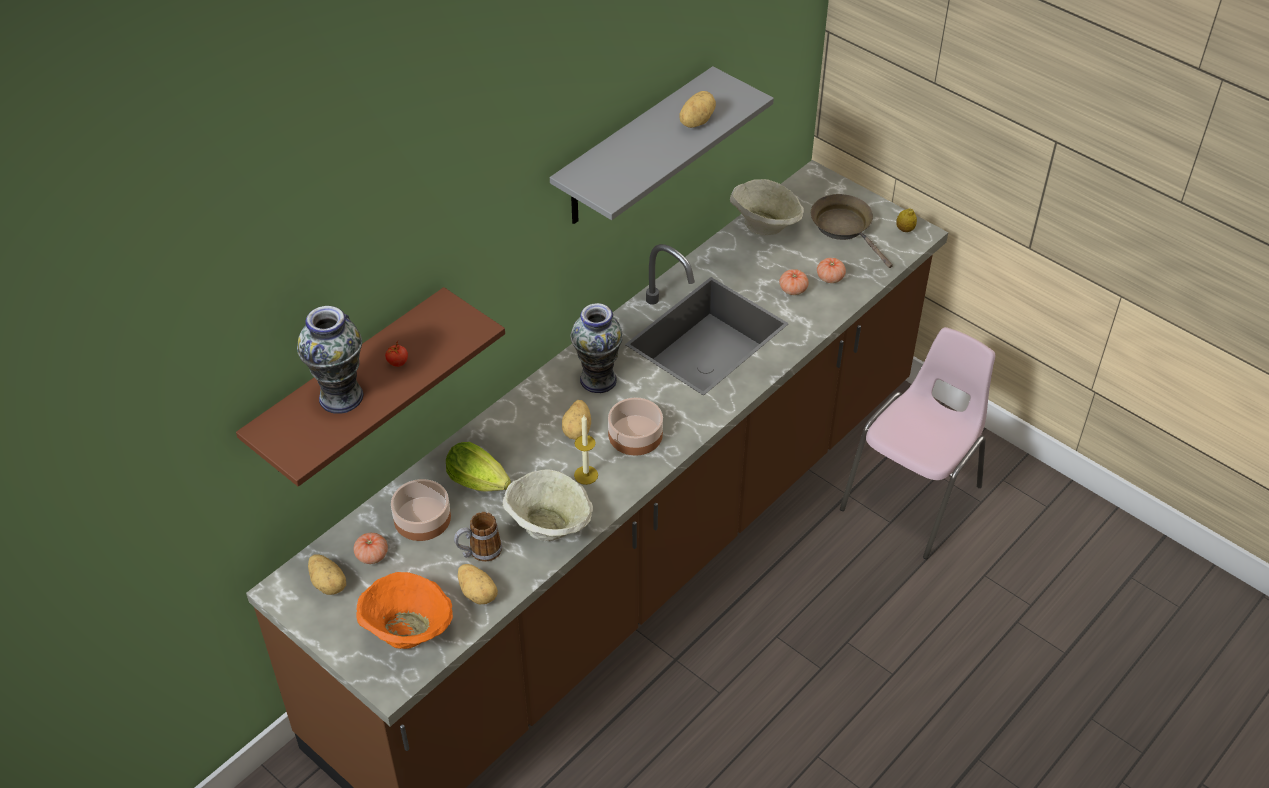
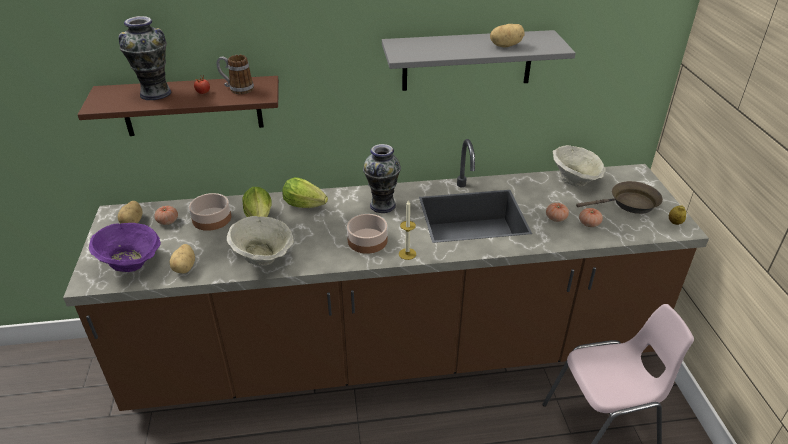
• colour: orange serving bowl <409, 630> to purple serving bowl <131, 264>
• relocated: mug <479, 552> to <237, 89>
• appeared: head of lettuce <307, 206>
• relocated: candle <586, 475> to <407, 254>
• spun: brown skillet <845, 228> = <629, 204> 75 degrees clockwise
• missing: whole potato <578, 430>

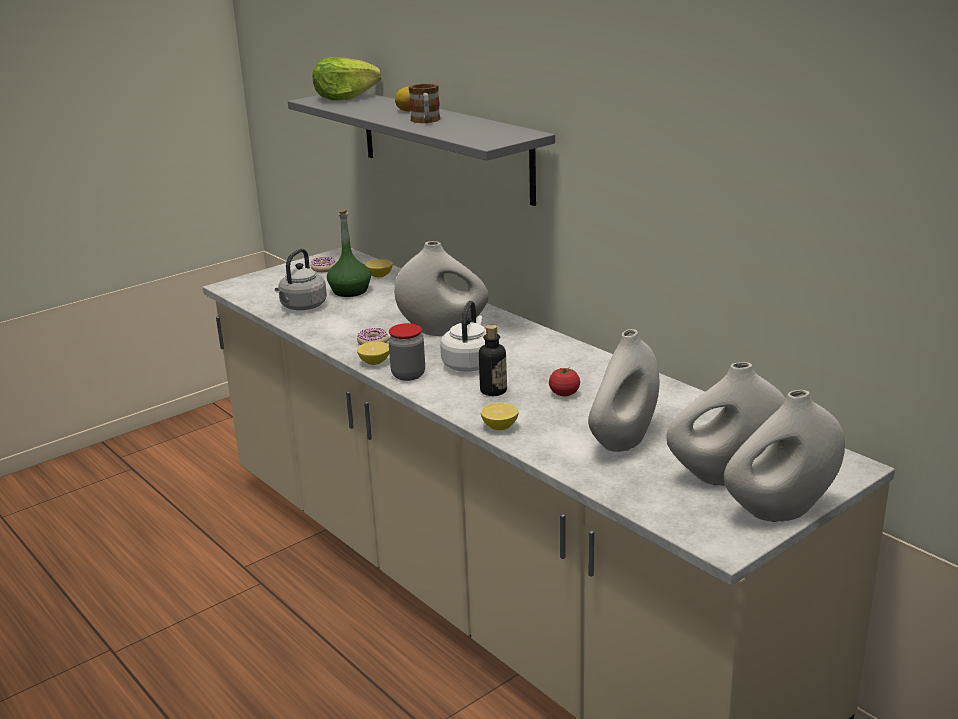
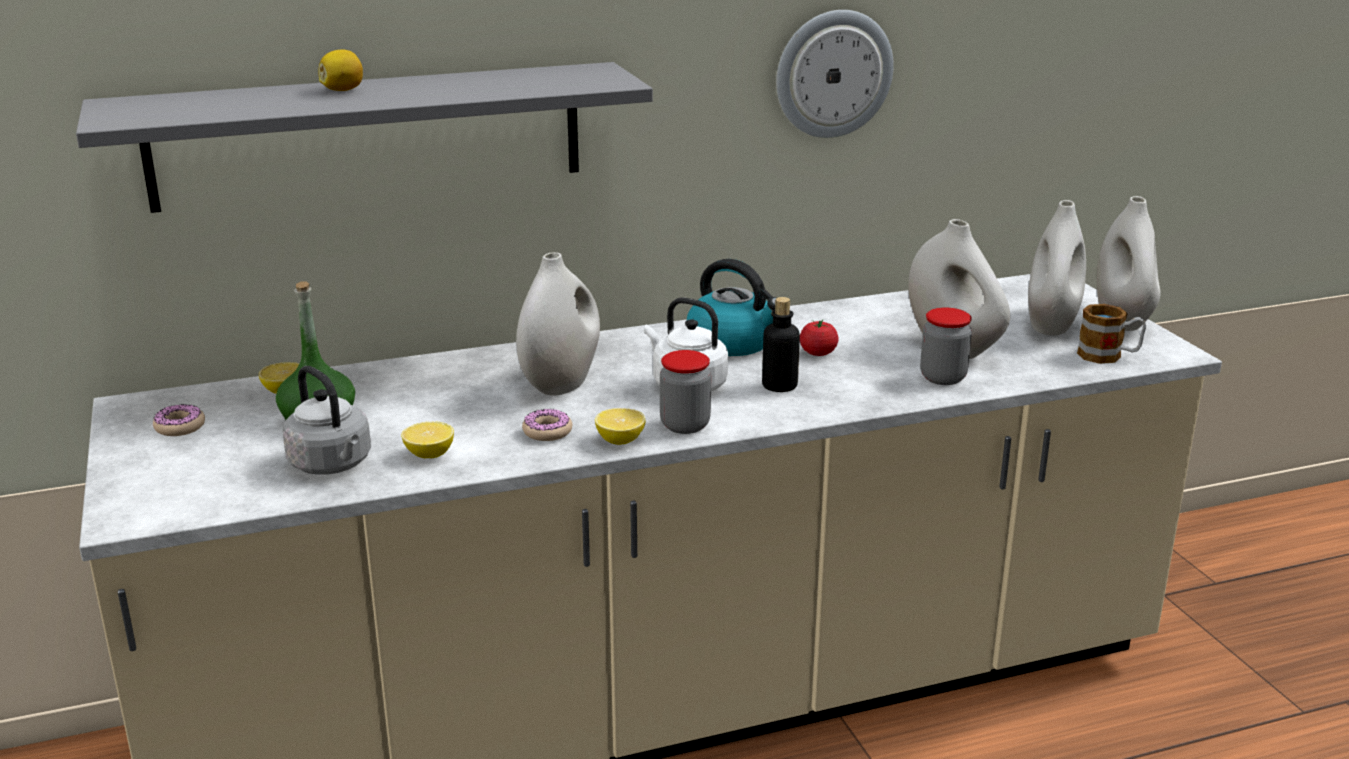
• relocated: whole lemon <499, 427> to <429, 454>
• appeared: kettle <733, 342>
• appeared: hanging clock <833, 74>
• appeared: jar <943, 378>
• relocated: mug <426, 121> to <1108, 356>
• missing: head of lettuce <345, 98>

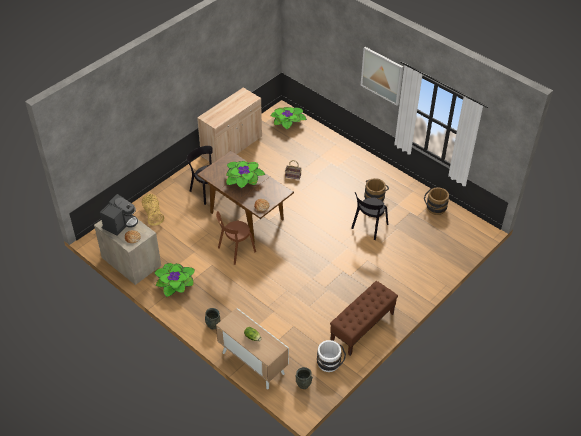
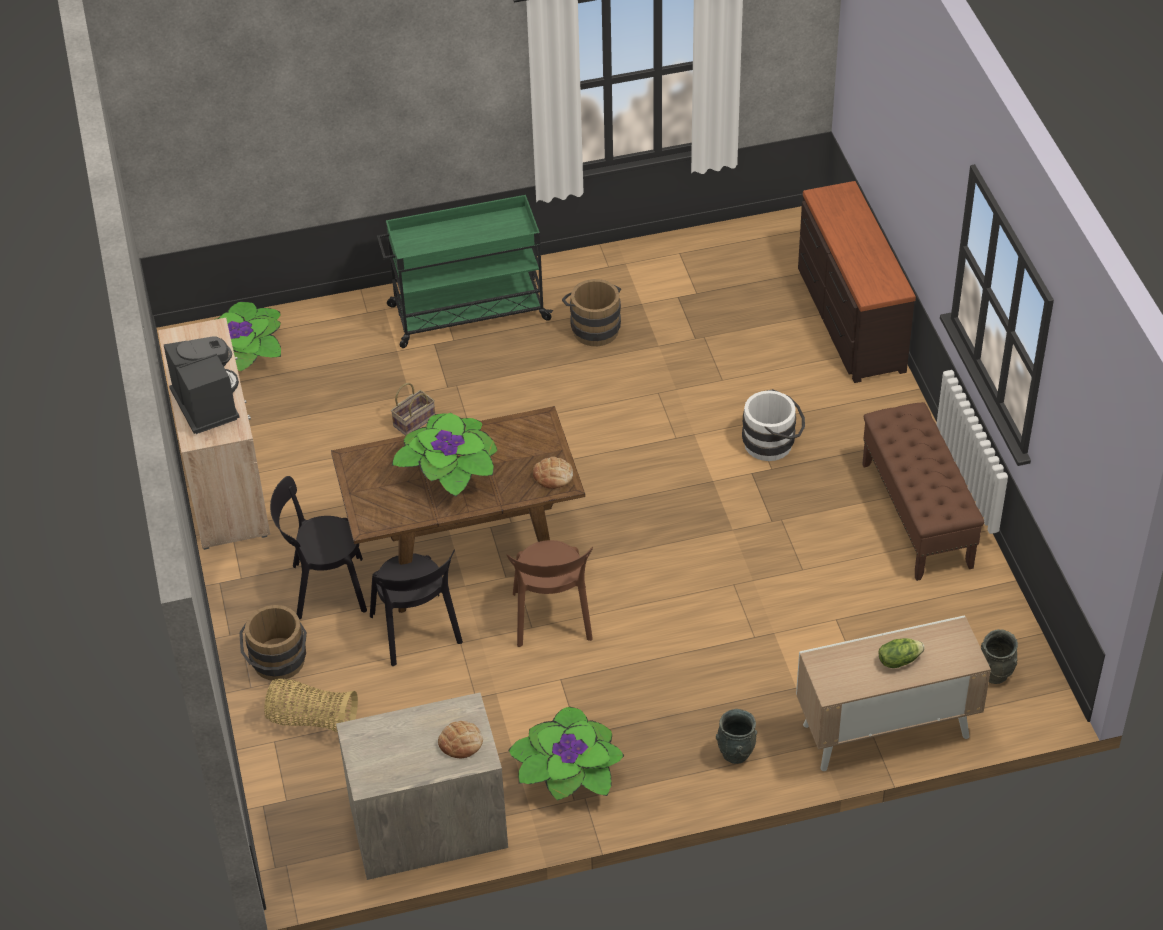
• relocated: coffee machine <120, 224> to <207, 403>
• relocated: brown water bucket <434, 209> to <278, 665>
• relocated: black upright chair <368, 227> to <417, 632>
• appeared: green-coloured cart <467, 313>
• relocated: whitish water bucket <330, 364> to <773, 443>
• appeared: brown drawer chest <849, 319>
• missing: wall art <382, 75>

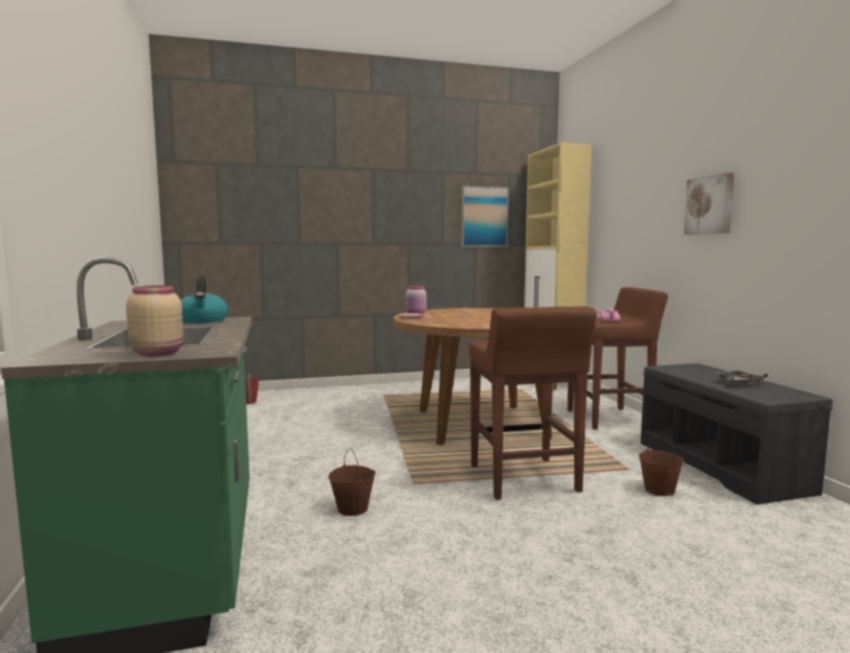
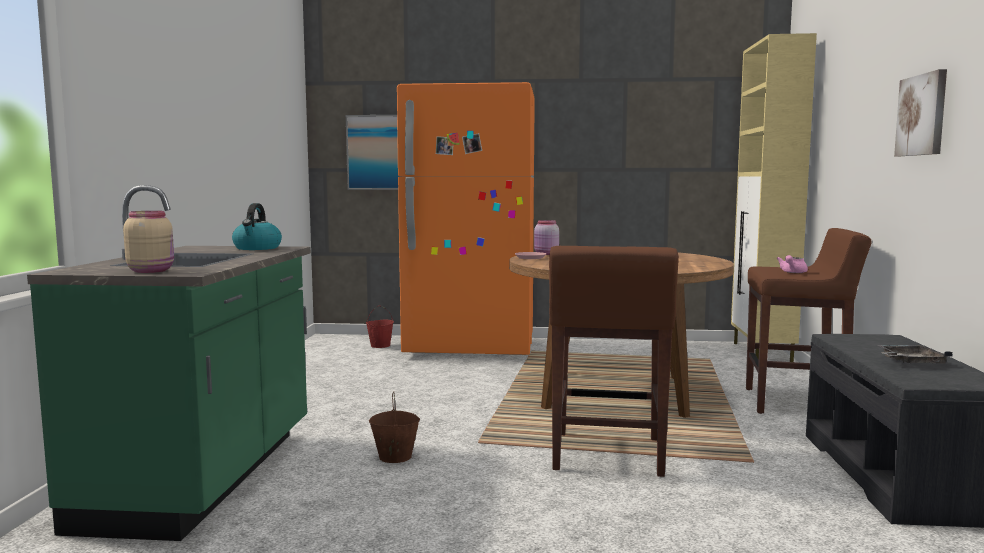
• relocated: wall art <484, 216> to <377, 152>
• appeared: orange fridge <471, 348>
• missing: brown water bucket <659, 490>

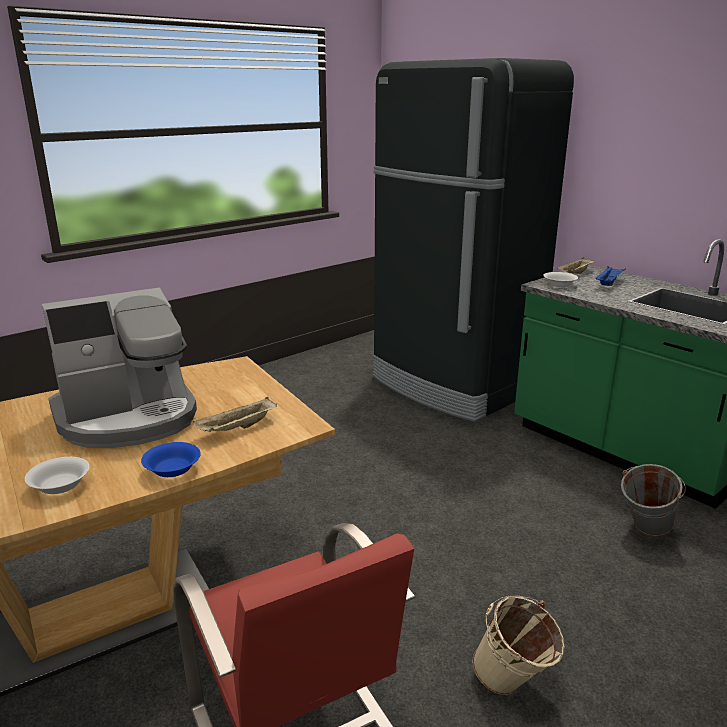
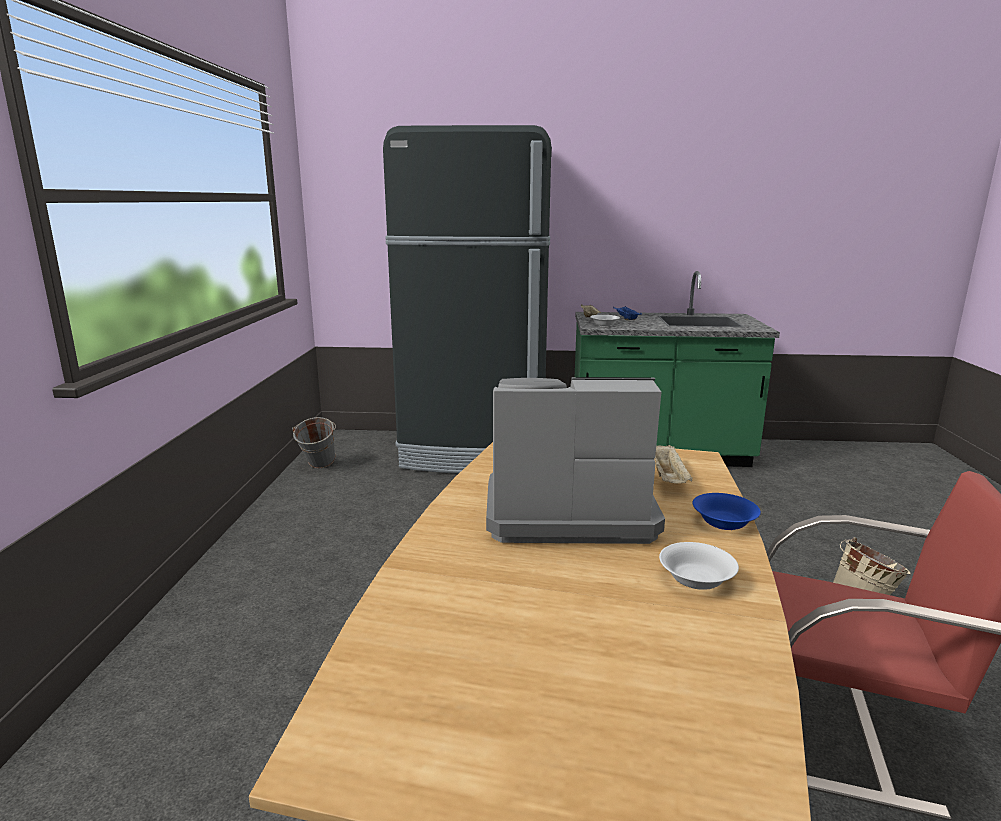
• relocated: gray water bucket <644, 531> to <318, 467>
• spun: coffee machine <128, 417> = <566, 511> 105 degrees counterclockwise

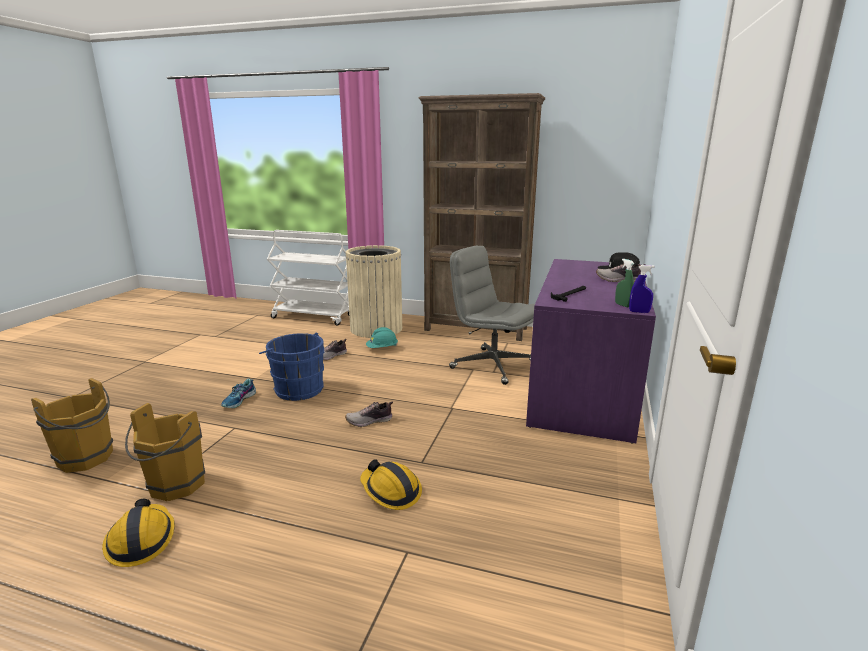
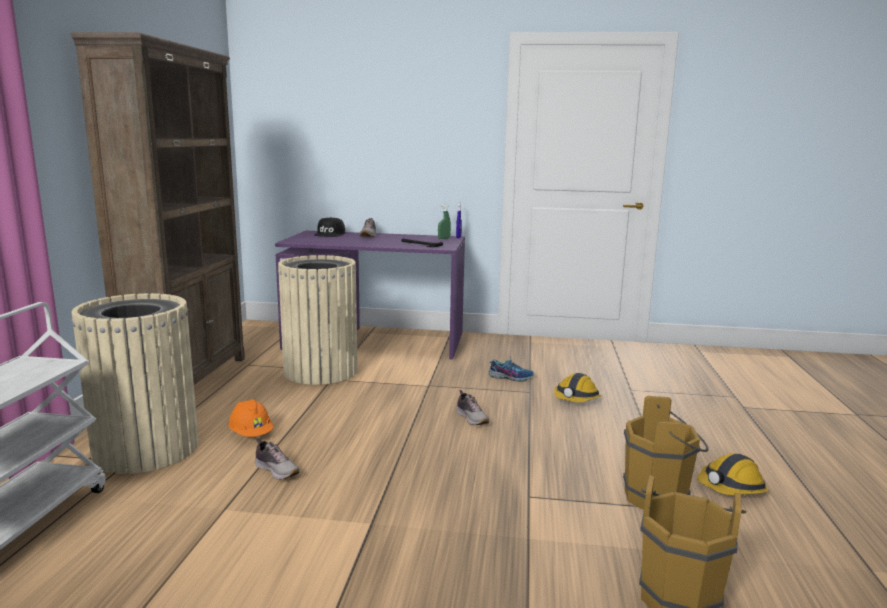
• colour: turquoise-coloured work helmet <382, 348> to orange work helmet <251, 434>
• exchanged: gray computer chair <492, 365> to sand-coloured rubbish bin <320, 371>
• relocated: item of footwear <239, 400> to <511, 377>
• missing: blue-coloured water bucket <297, 389>

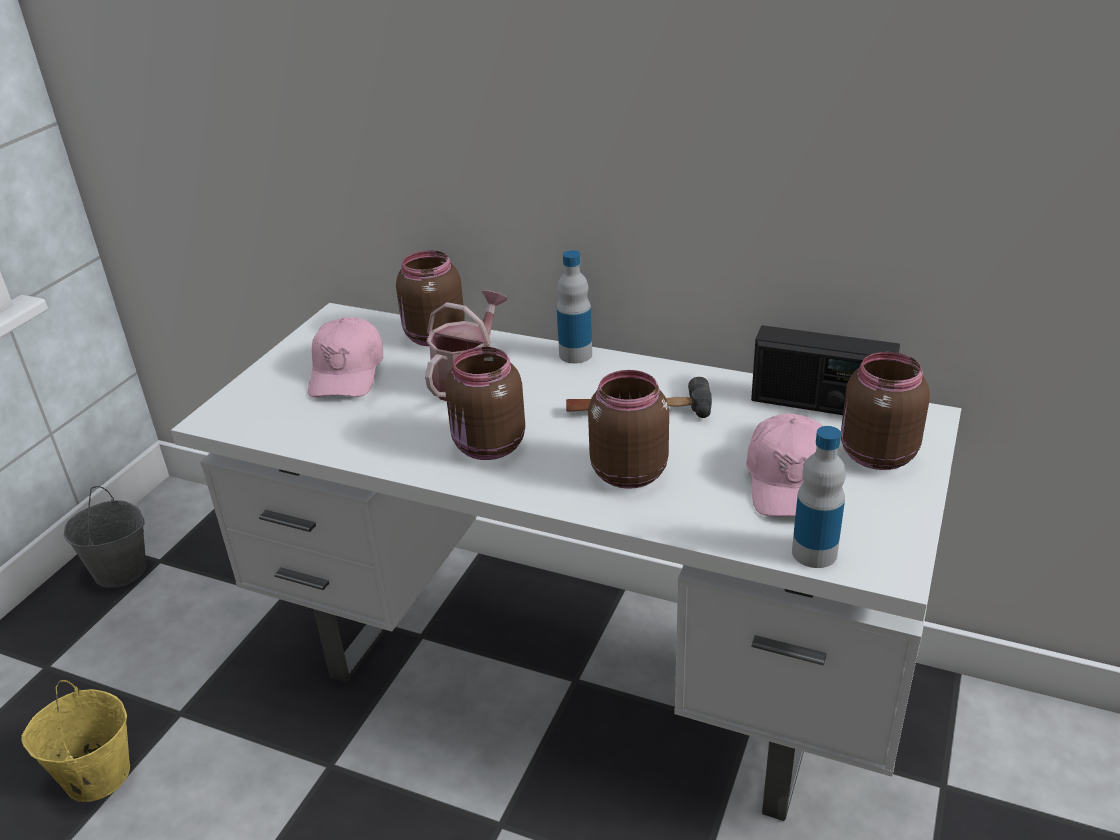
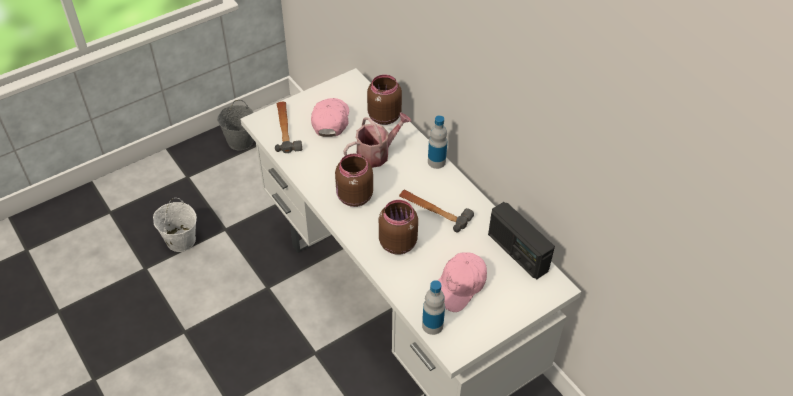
• colour: yellow water bucket <96, 776> to whitish water bucket <180, 240>
• appeared: hand hammer <286, 129>
• spun: pink baseball cap <347, 372> = <330, 120> 150 degrees clockwise
• missing: brown jar <875, 455>

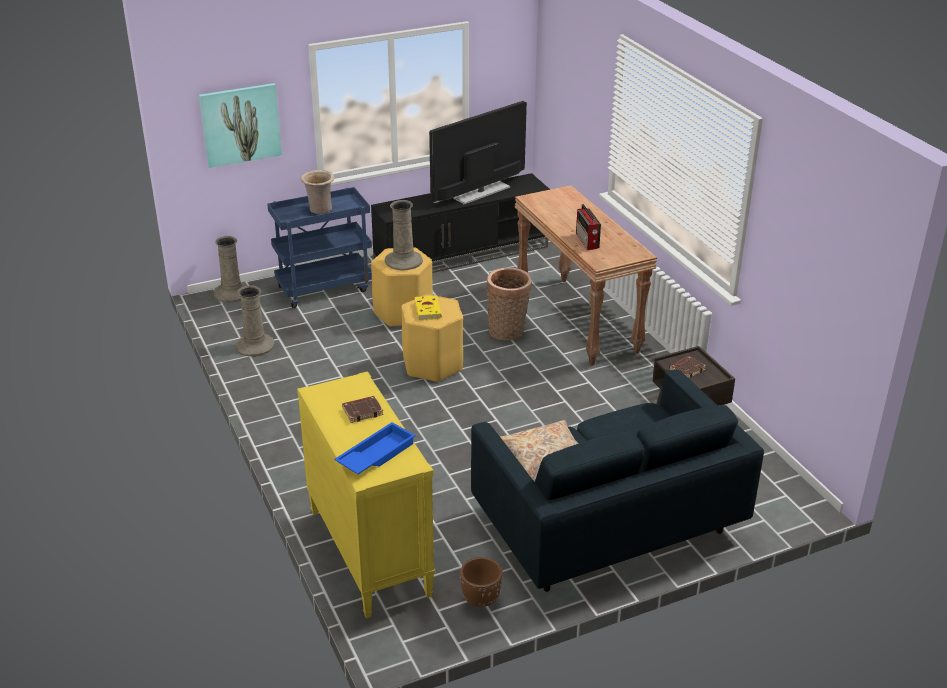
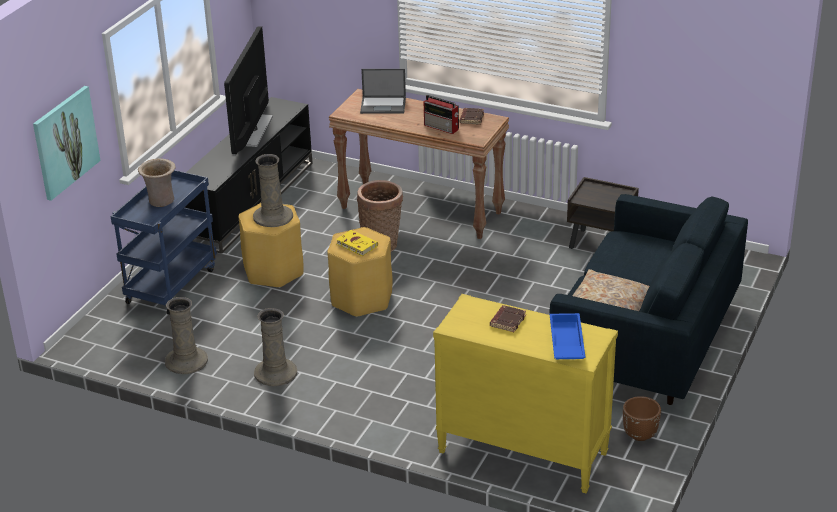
• relocated: sand-coloured decorative vase <231, 293> to <275, 373>
• appeared: portable computer <384, 105>
• relocated: brown bound book <687, 369> to <471, 118>

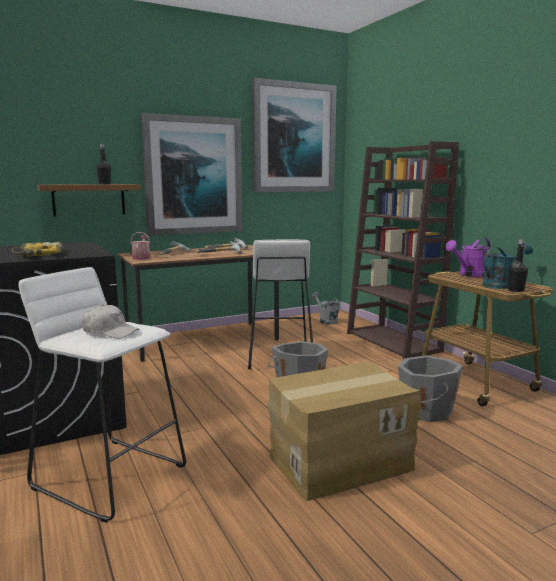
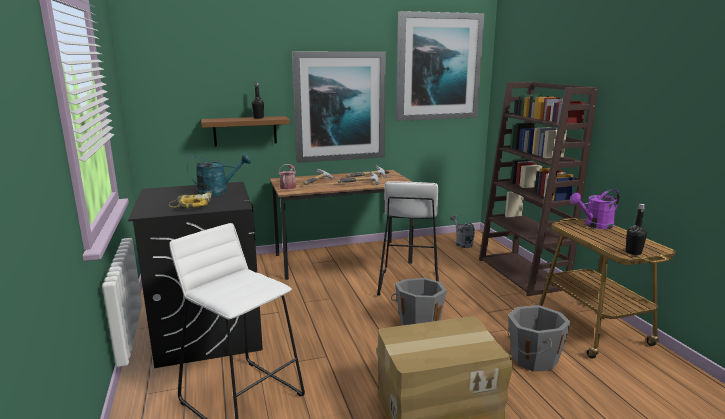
• relocated: turquoise-coloured watering pot <502, 285> to <218, 192>
• missing: whitish baseball cap <110, 332>

